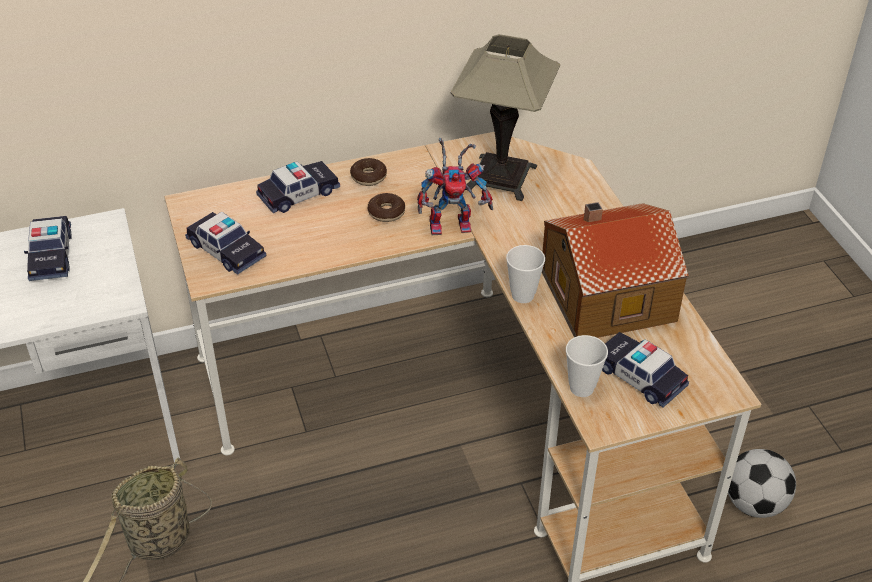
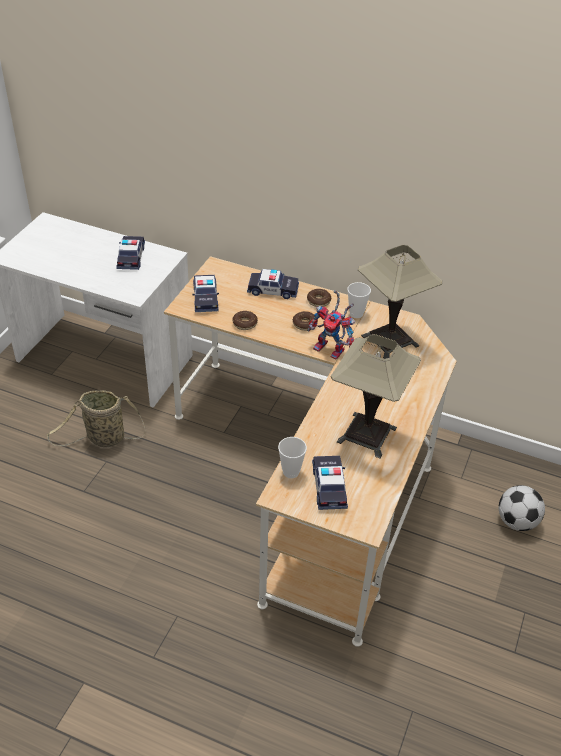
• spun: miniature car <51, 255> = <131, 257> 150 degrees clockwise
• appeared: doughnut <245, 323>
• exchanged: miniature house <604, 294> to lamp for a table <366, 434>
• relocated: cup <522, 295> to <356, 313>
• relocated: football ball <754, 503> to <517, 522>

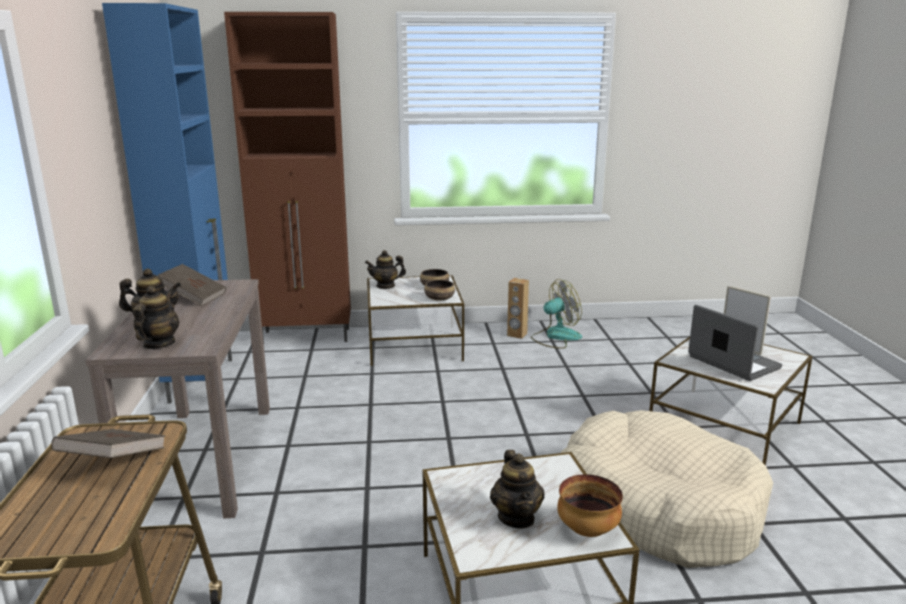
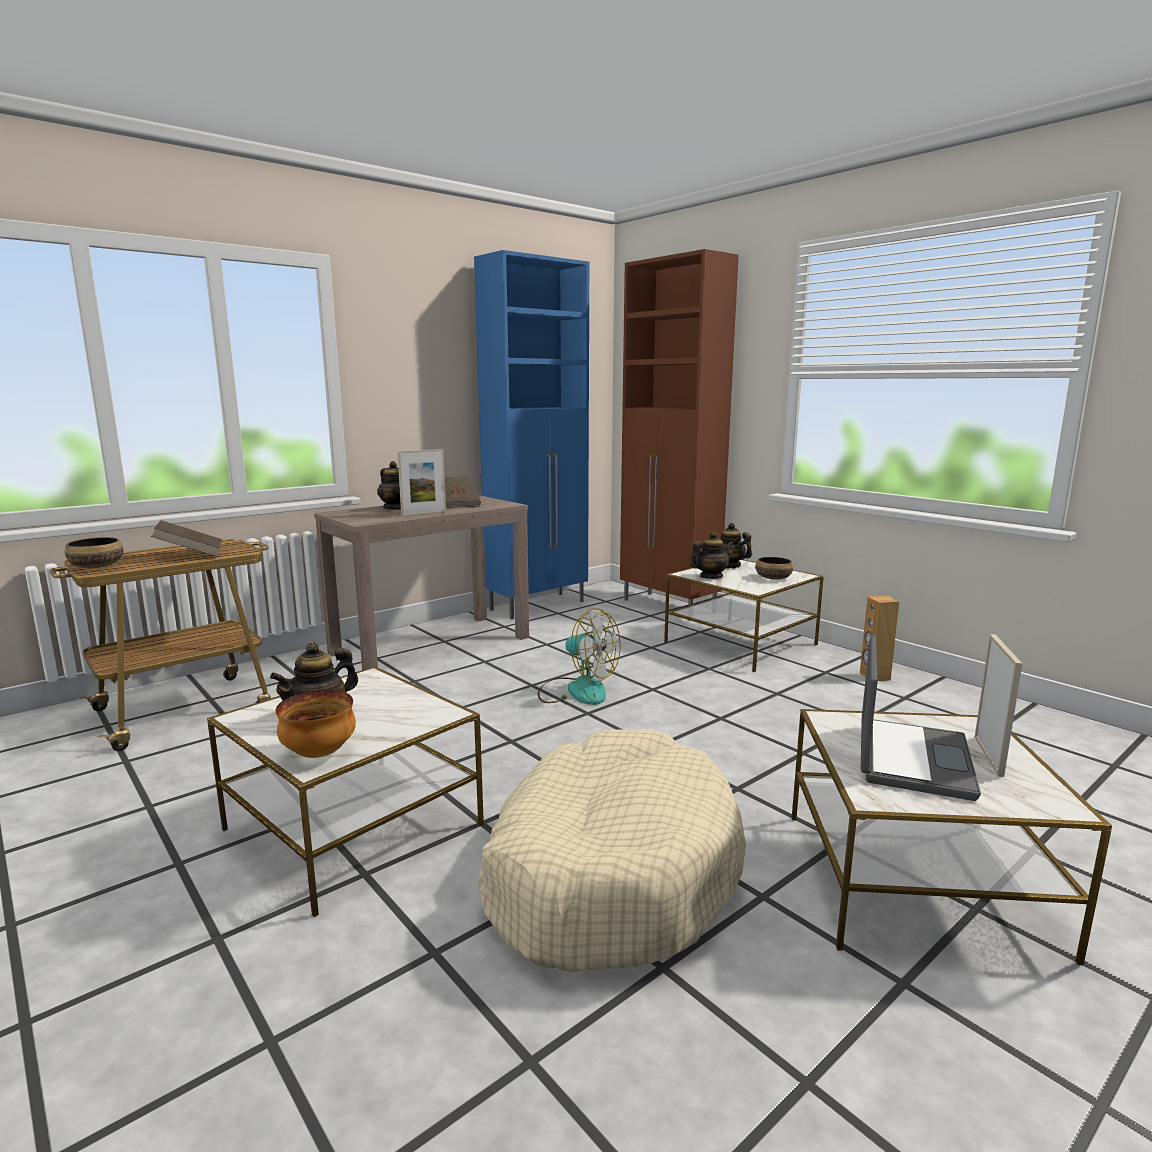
• relocated: serving bowl <439, 298> to <97, 566>
• appeared: picture frame <424, 514>
• relocated: cooling fan <555, 337> to <577, 690>
• relocated: tea pot <158, 344> to <710, 577>

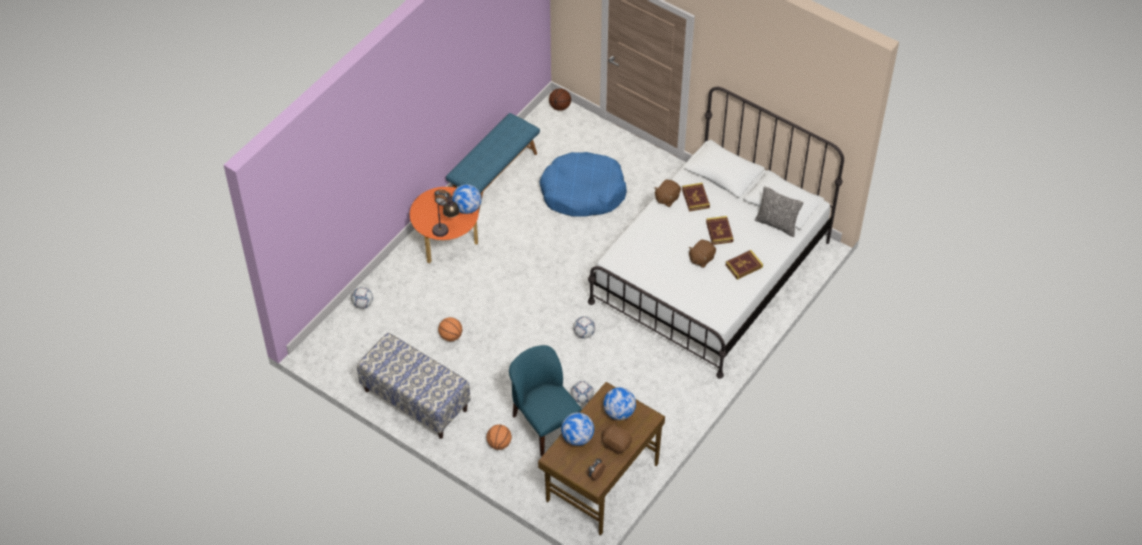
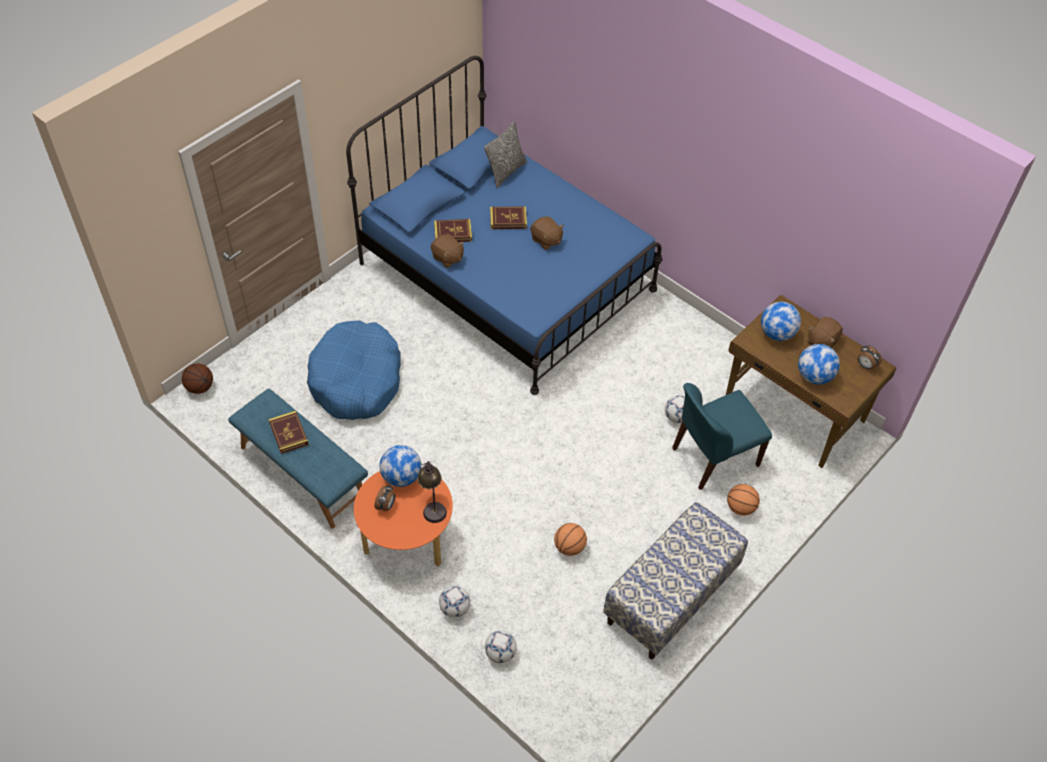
• relocated: bound book <743, 266> to <288, 434>
• colour: whitish bed <711, 272> to blue-coloured bed <506, 276>
• relocated: football ball <584, 333> to <454, 608>

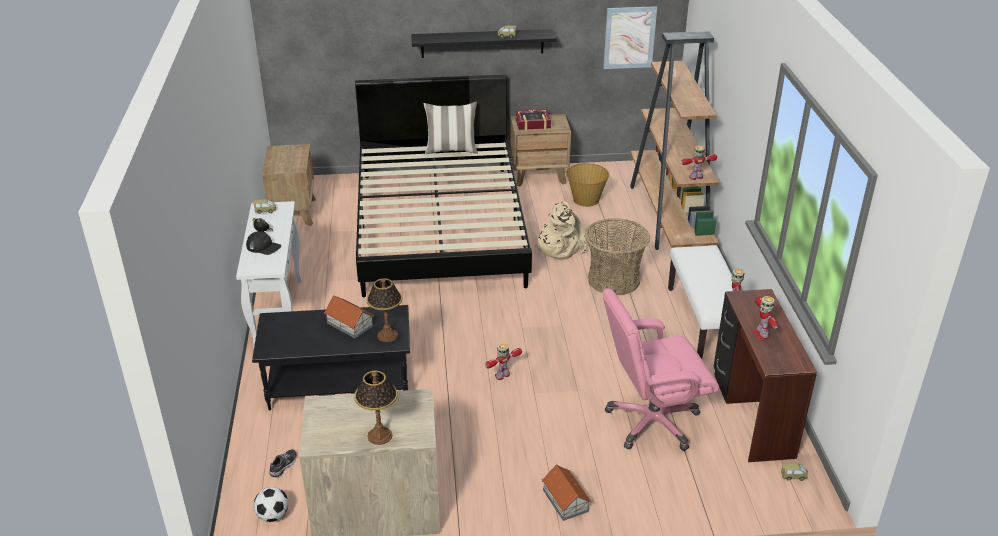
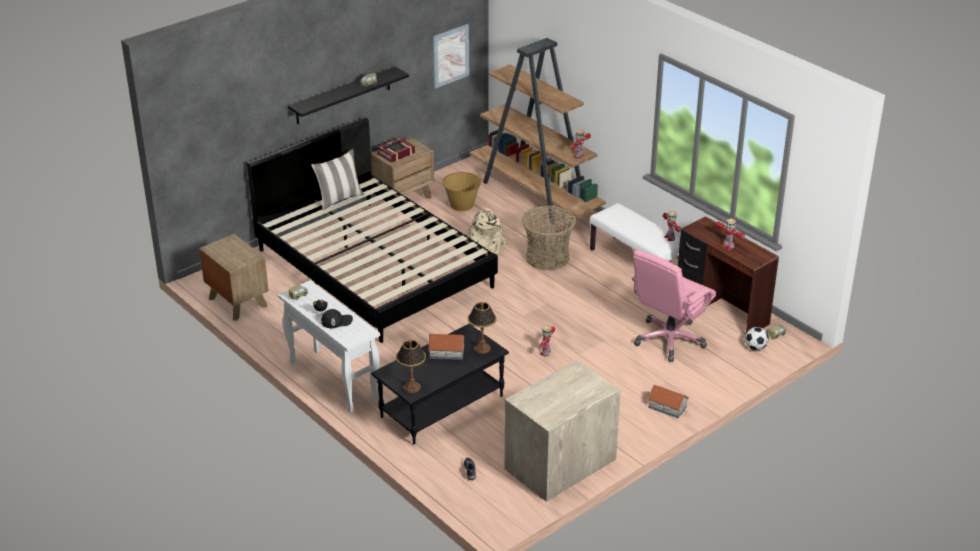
• relocated: lamp for a table <380, 436> to <412, 387>
• relocated: football ball <273, 516> to <755, 347>

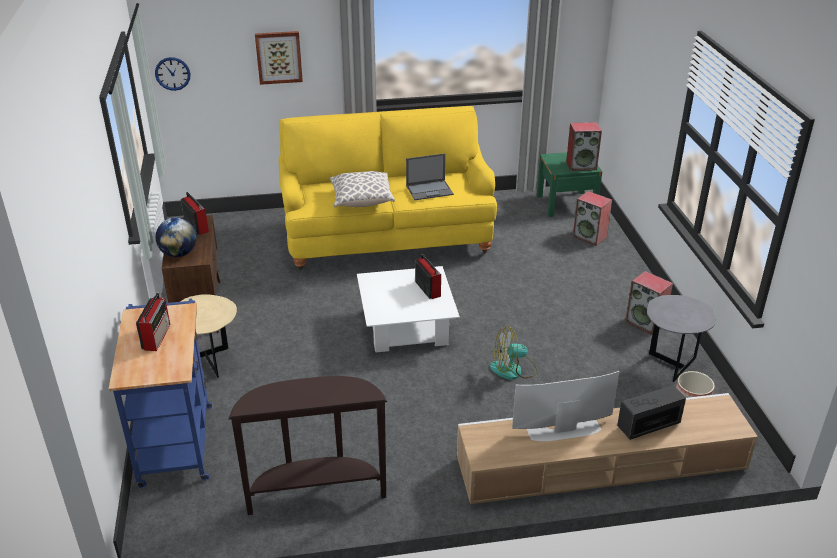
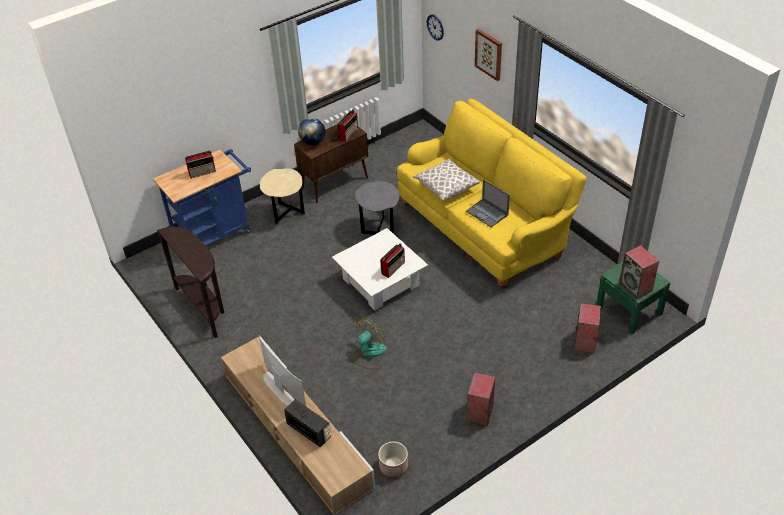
• spun: cooling fan <513, 370> = <369, 354> 75 degrees clockwise
• relocated: gray side table <670, 364> to <379, 228>

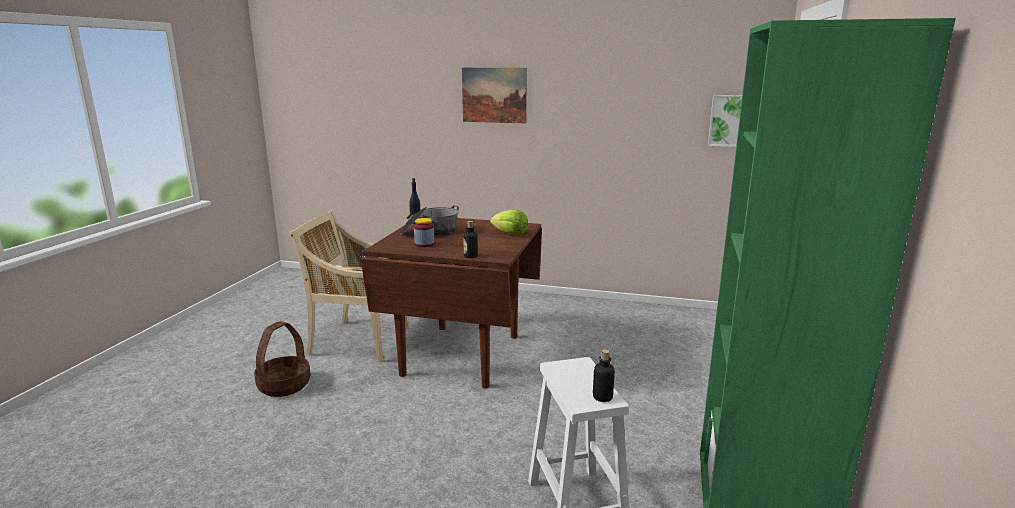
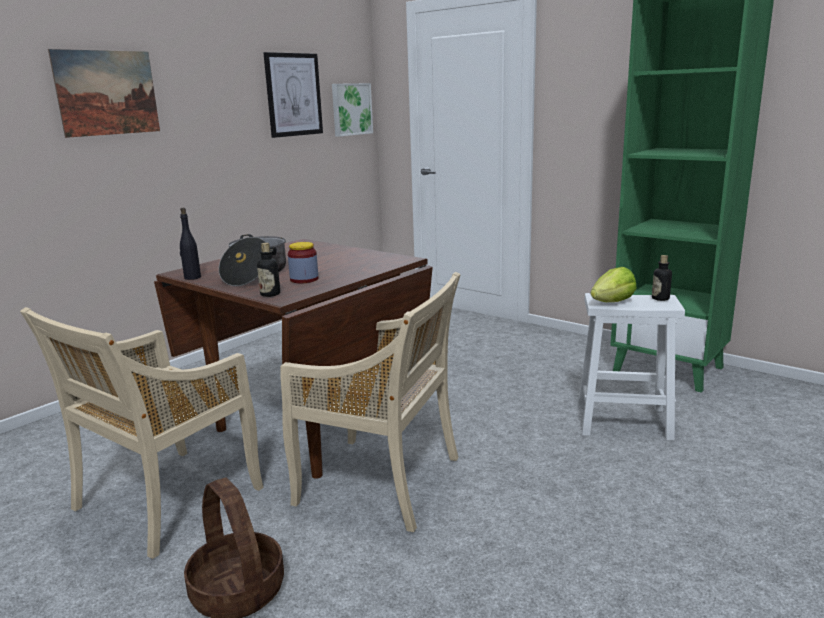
• relocated: beverage bottle <470, 256> to <270, 294>
• appeared: wall art <293, 95>
• appeared: sand-coloured upright chair <382, 482>
• relocated: head of lettuce <510, 234> to <612, 302>

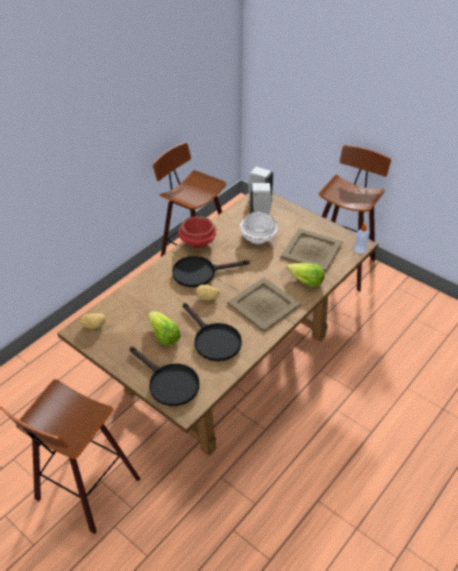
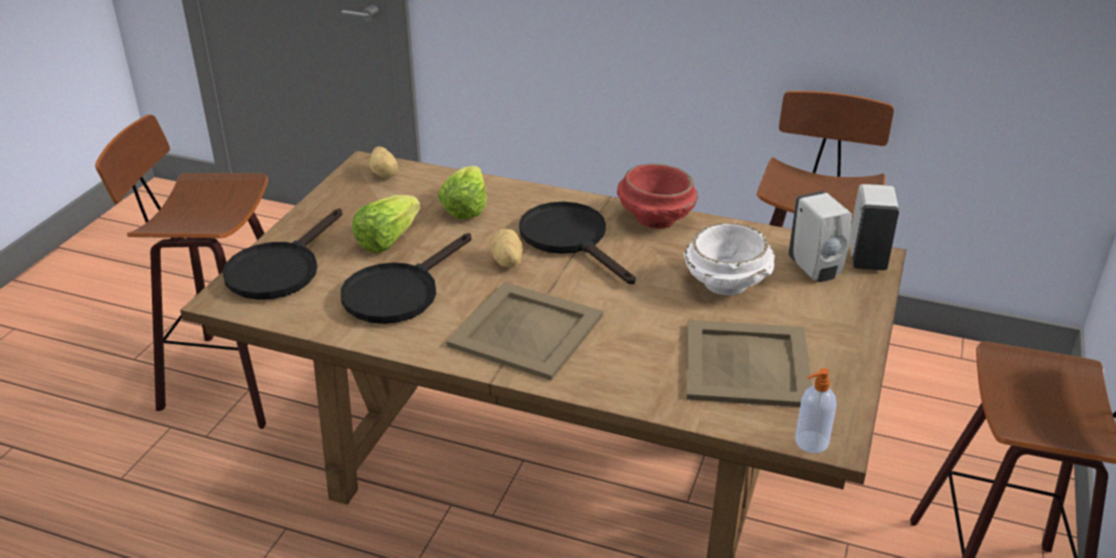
• relocated: head of lettuce <305, 281> to <465, 207>

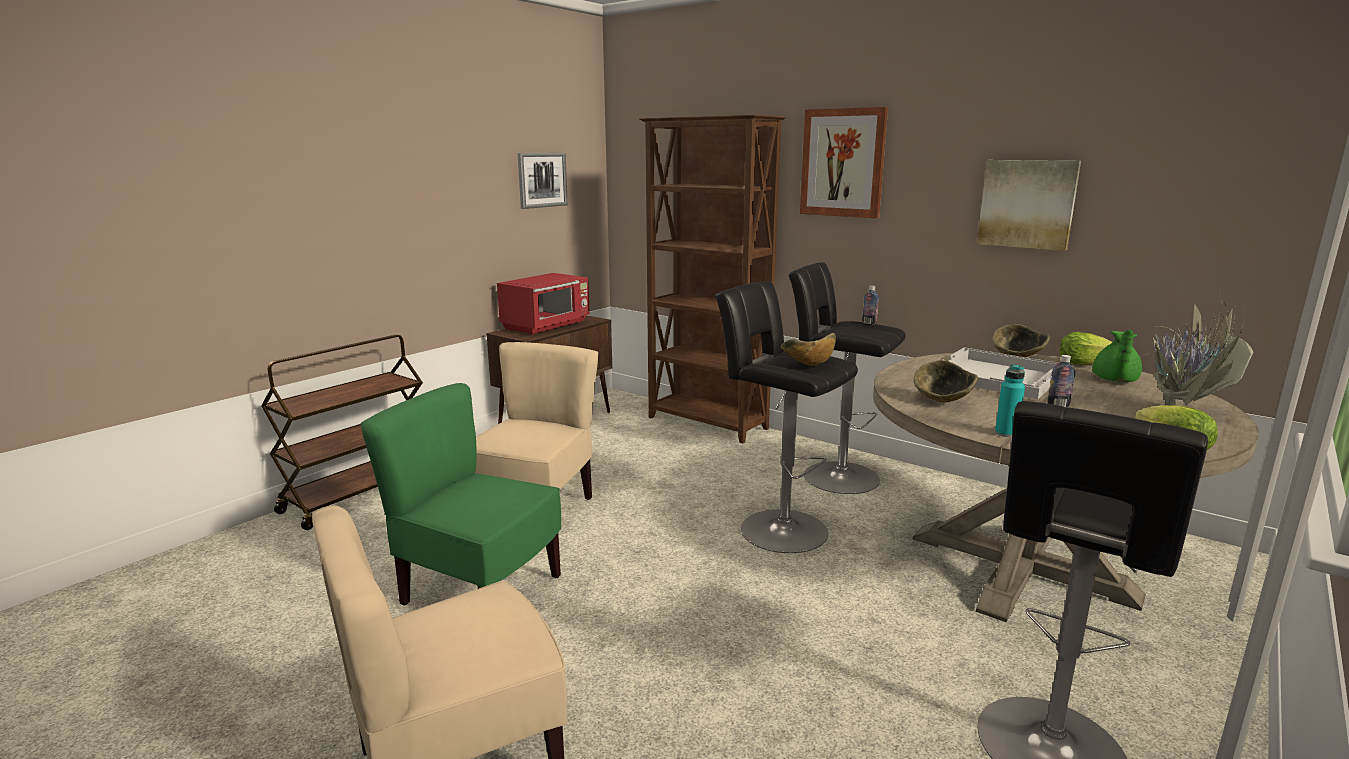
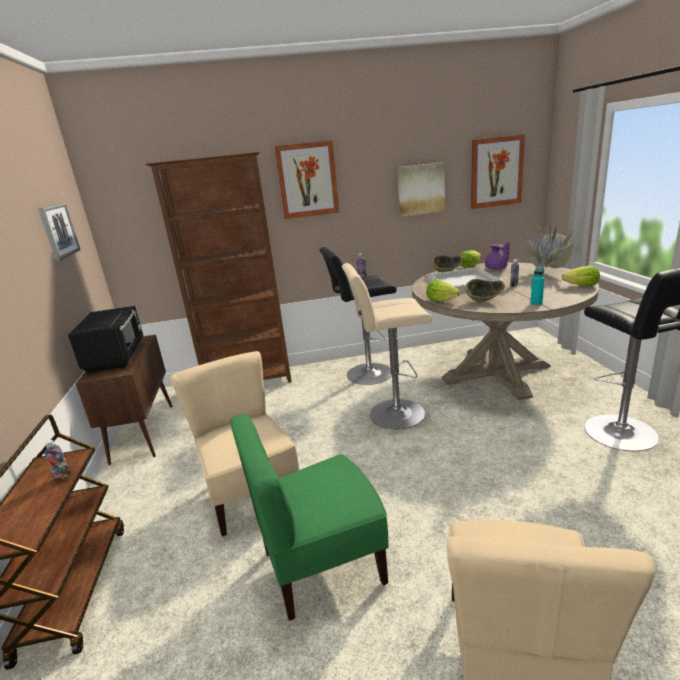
• appeared: beverage bottle <63, 477>
• colour: reddish microwave <547, 326> to black microwave <117, 357>
• colour: black sitting stool <778, 528> to sand-coloured sitting stool <392, 414>
• appeared: head of lettuce <441, 300>
• appeared: wall art <496, 172>
• colour: green-coloured tea pot <1114, 380> to purple tea pot <496, 269>
• missing: serving bowl <808, 365>

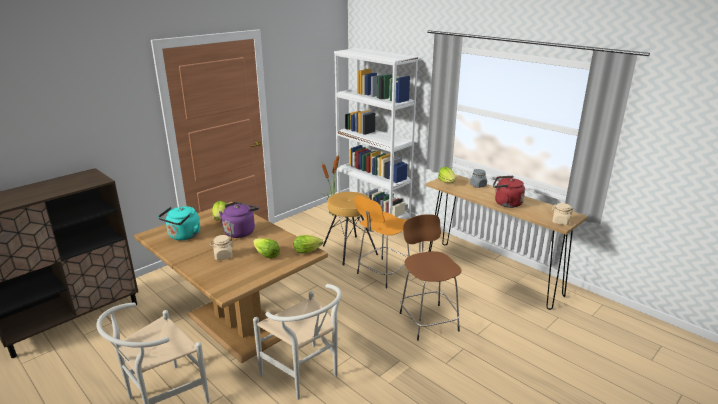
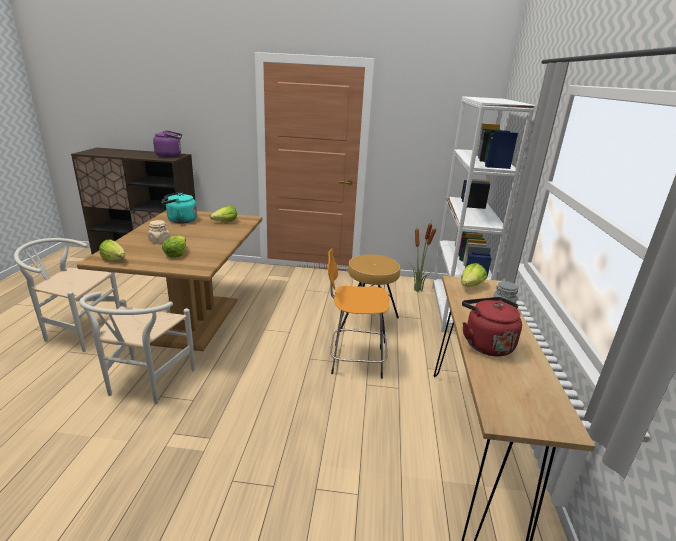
• relocated: head of lettuce <309, 251> to <115, 260>
• relocated: purple kettle <240, 231> to <170, 156>
• missing: brown sitting stool <427, 320>
• missing: sand-coloured jar <560, 222>

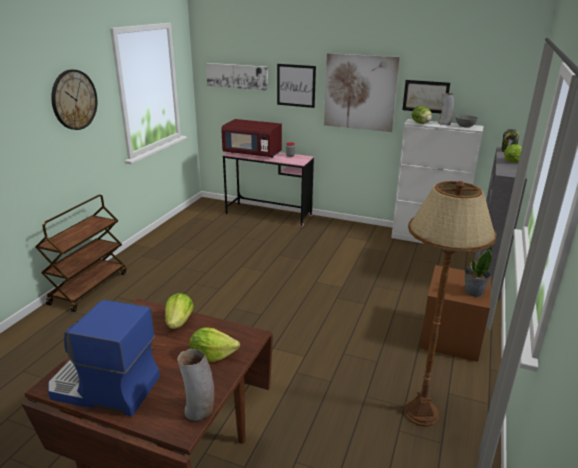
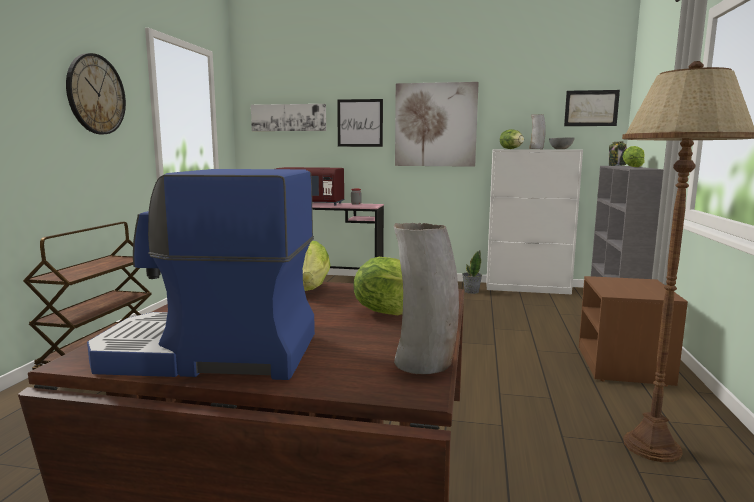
• relocated: houseplant <473, 292> to <471, 291>
• relocated: wall art <425, 96> to <591, 108>

